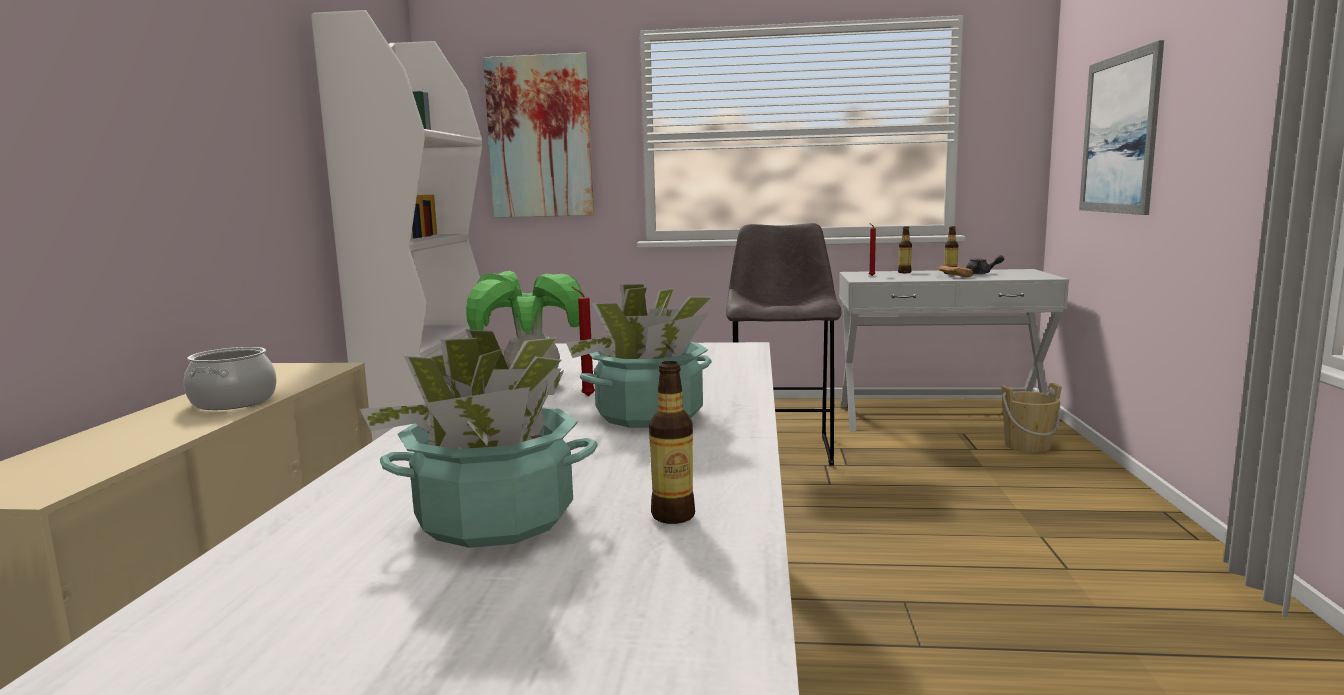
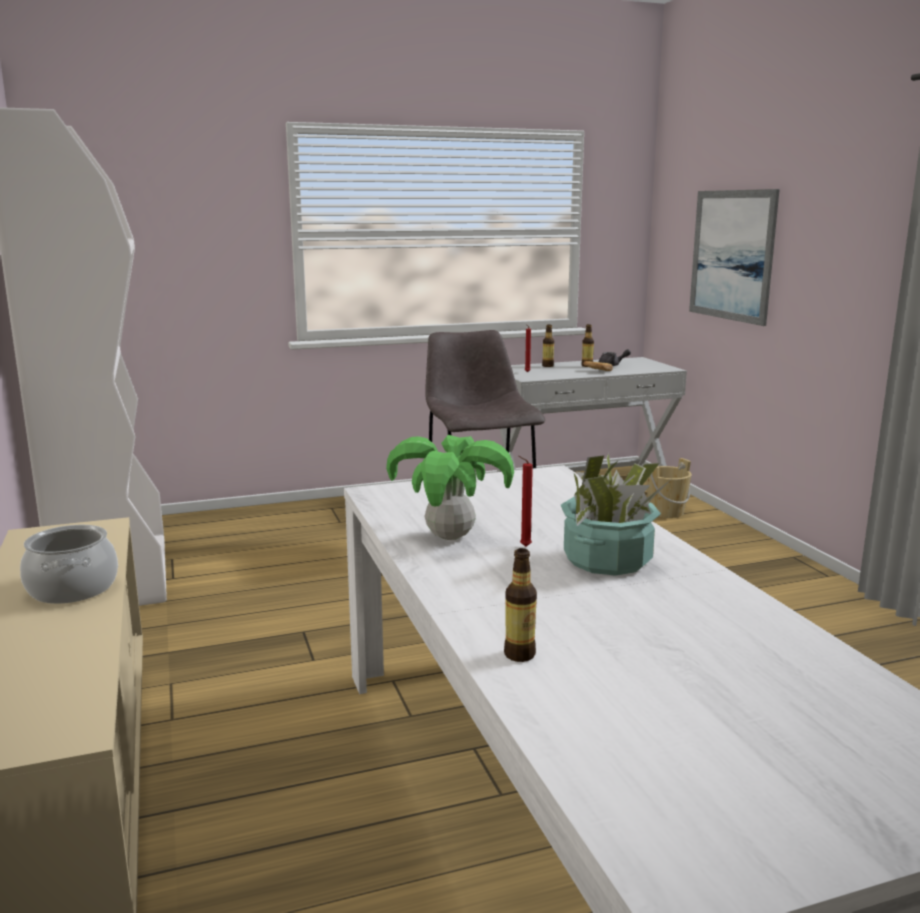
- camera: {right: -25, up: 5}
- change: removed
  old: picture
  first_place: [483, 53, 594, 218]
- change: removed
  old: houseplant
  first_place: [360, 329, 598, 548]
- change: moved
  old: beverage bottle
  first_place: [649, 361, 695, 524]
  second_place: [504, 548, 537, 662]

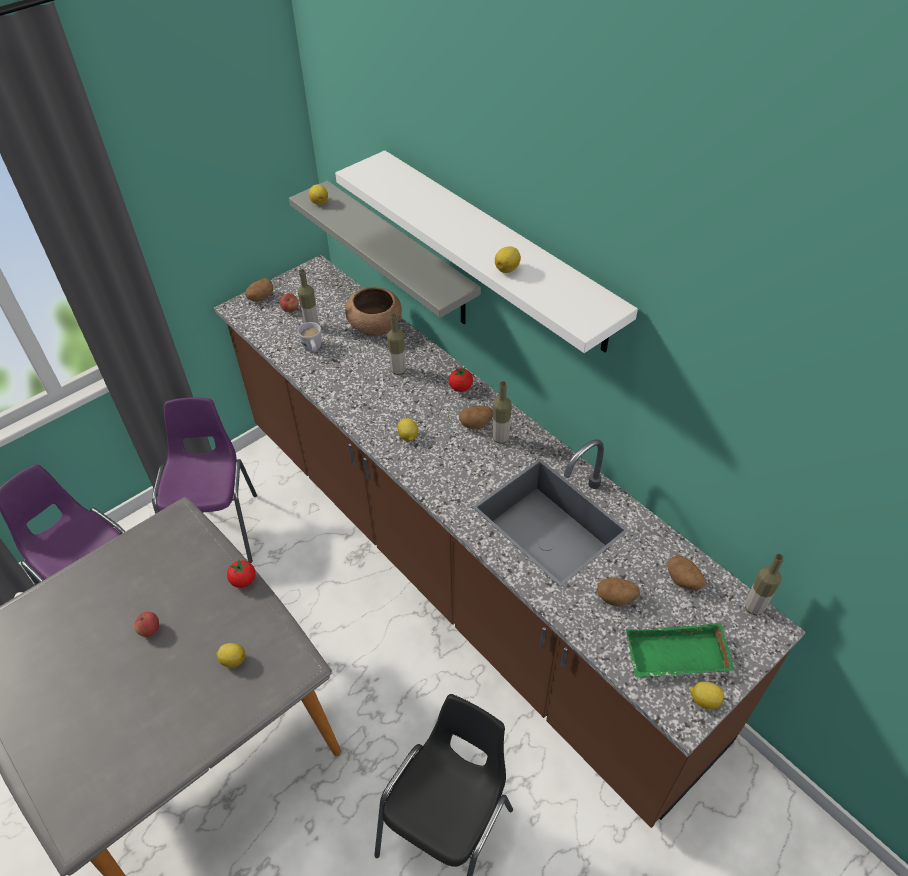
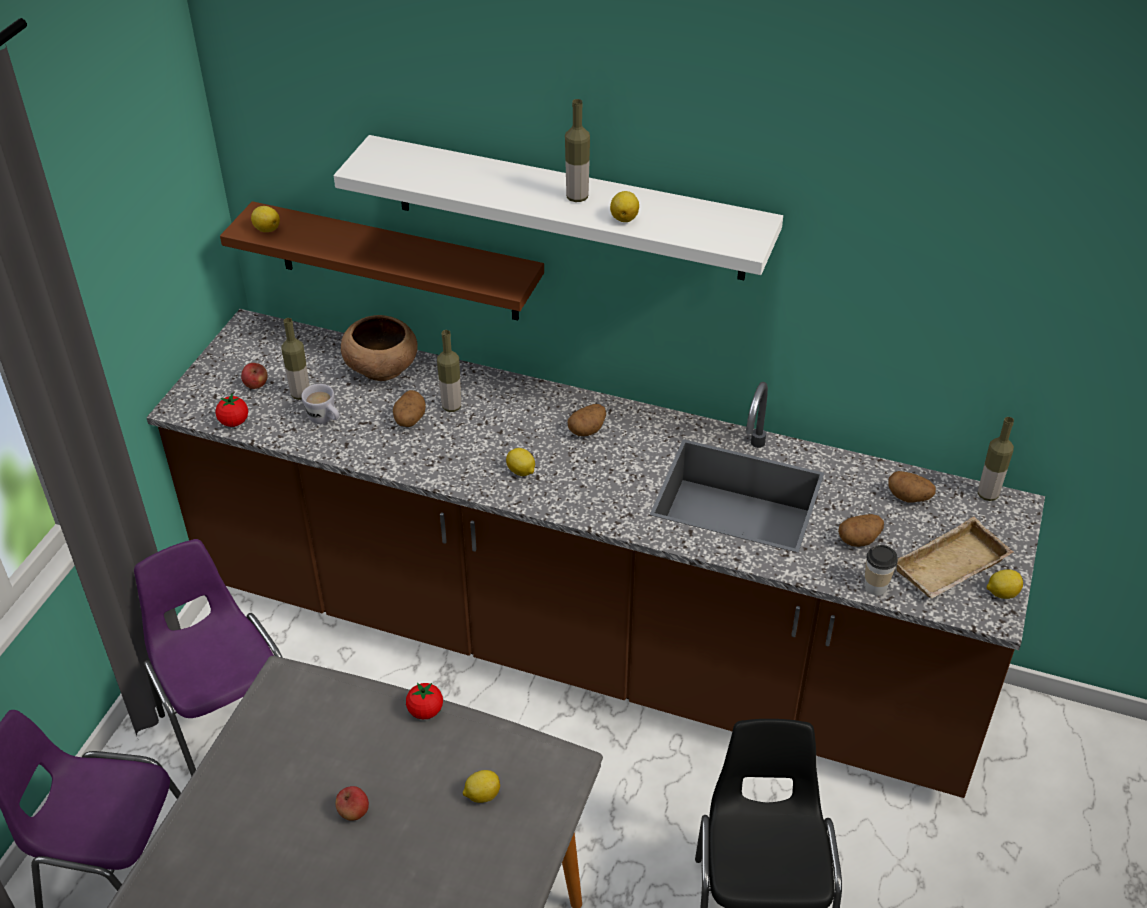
- camera: {right: -30, up: -5}
- change: recoloured
  old: wall shelf/greyish
  new: wall shelf/brown-coloured
  first_place: [289, 181, 481, 324]
  second_place: [220, 201, 544, 320]
- change: moved
  old: spud
  first_place: [246, 278, 273, 302]
  second_place: [393, 390, 426, 427]
- change: moved
  old: tomato
  first_place: [448, 368, 473, 392]
  second_place: [215, 394, 248, 427]
- change: moved
  old: beverage bottle
  first_place: [493, 381, 512, 444]
  second_place: [565, 99, 590, 202]
- change: recoloured
  old: serving tray/green-coloured
  new: serving tray/beige-coloured
  first_place: [626, 623, 735, 677]
  second_place: [897, 517, 1013, 598]
- change: added
  new: small cup
  second_place: [864, 545, 898, 595]

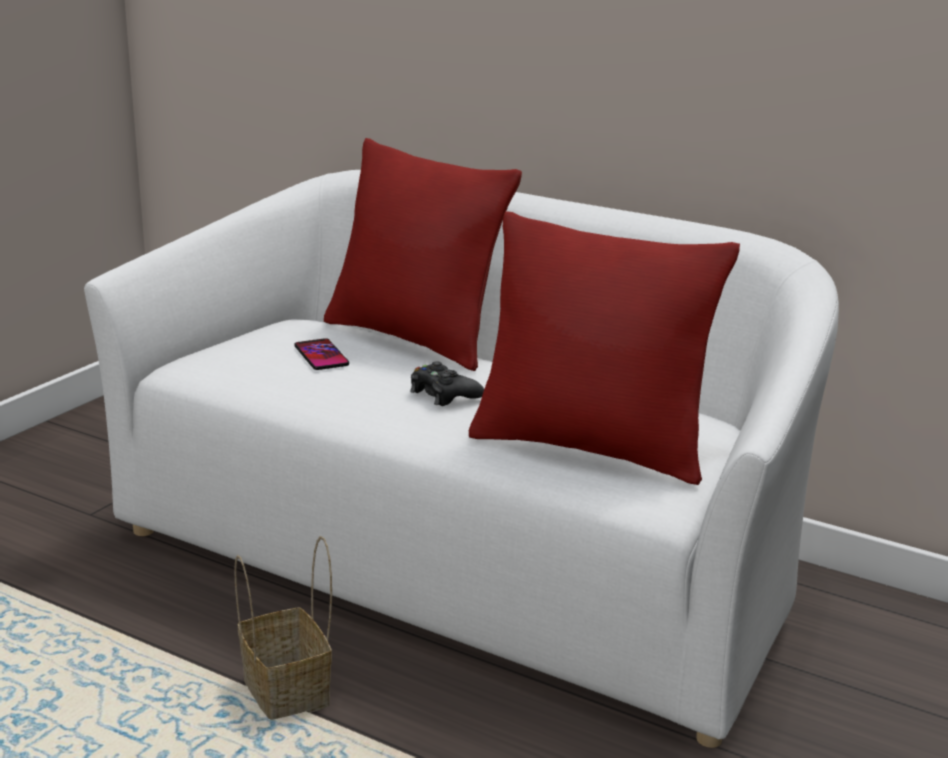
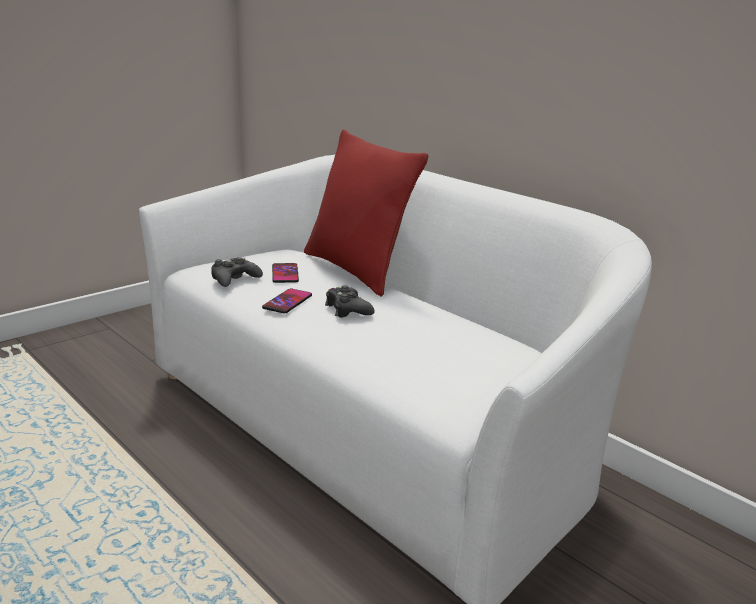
- camera: {right: 15, up: 0}
- change: removed
  old: pillow/red
  first_place: [469, 211, 740, 485]
- change: removed
  old: storage basket
  first_place: [234, 536, 332, 720]
- change: added
  new: game controller/black
  second_place: [211, 257, 263, 287]
- change: added
  new: telephone
  second_place: [262, 289, 312, 313]

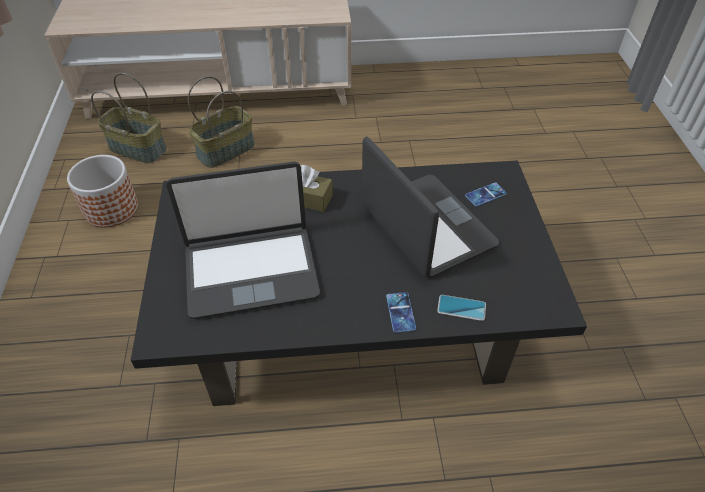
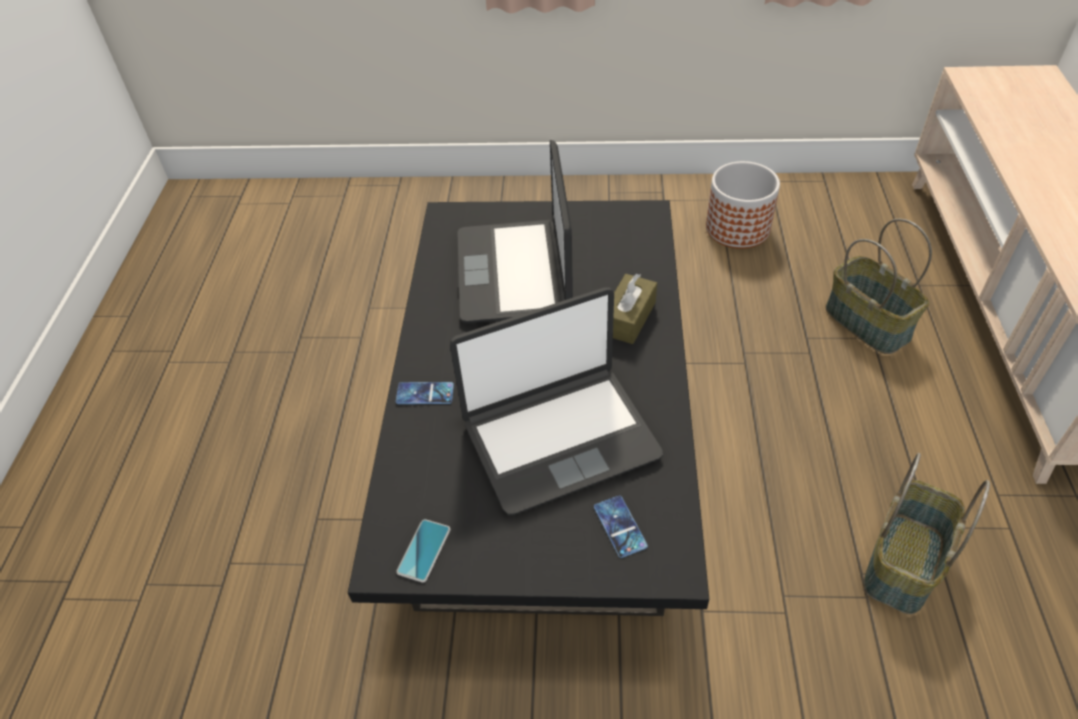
- camera: {right: 100, up: 0}
- change: moved
  old: storage basket
  first_place: [91, 73, 167, 163]
  second_place: [864, 453, 990, 614]
- change: moved
  old: telephone
  first_place: [437, 295, 486, 321]
  second_place: [396, 519, 451, 583]

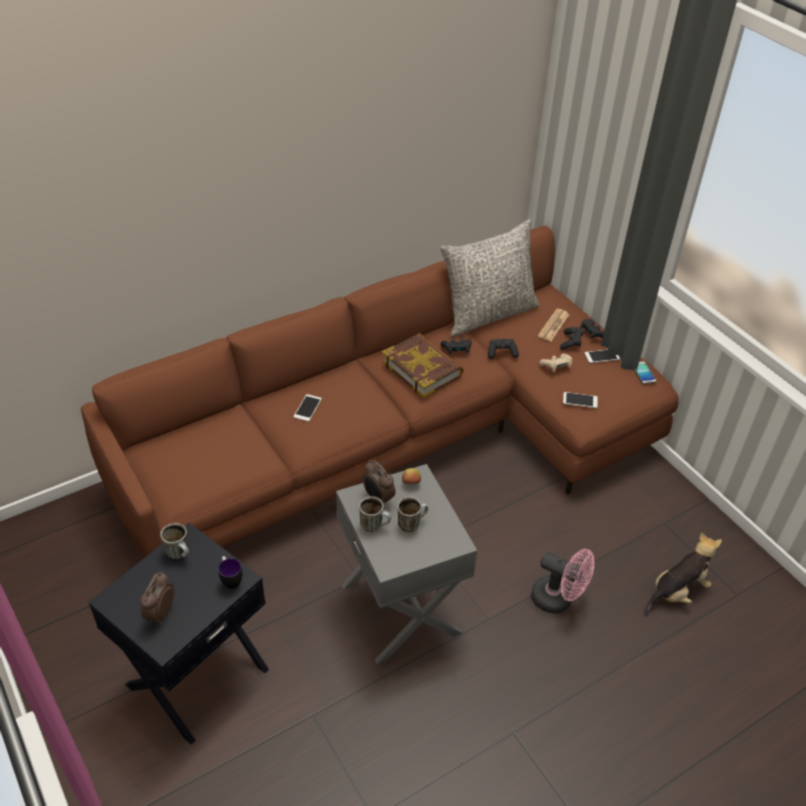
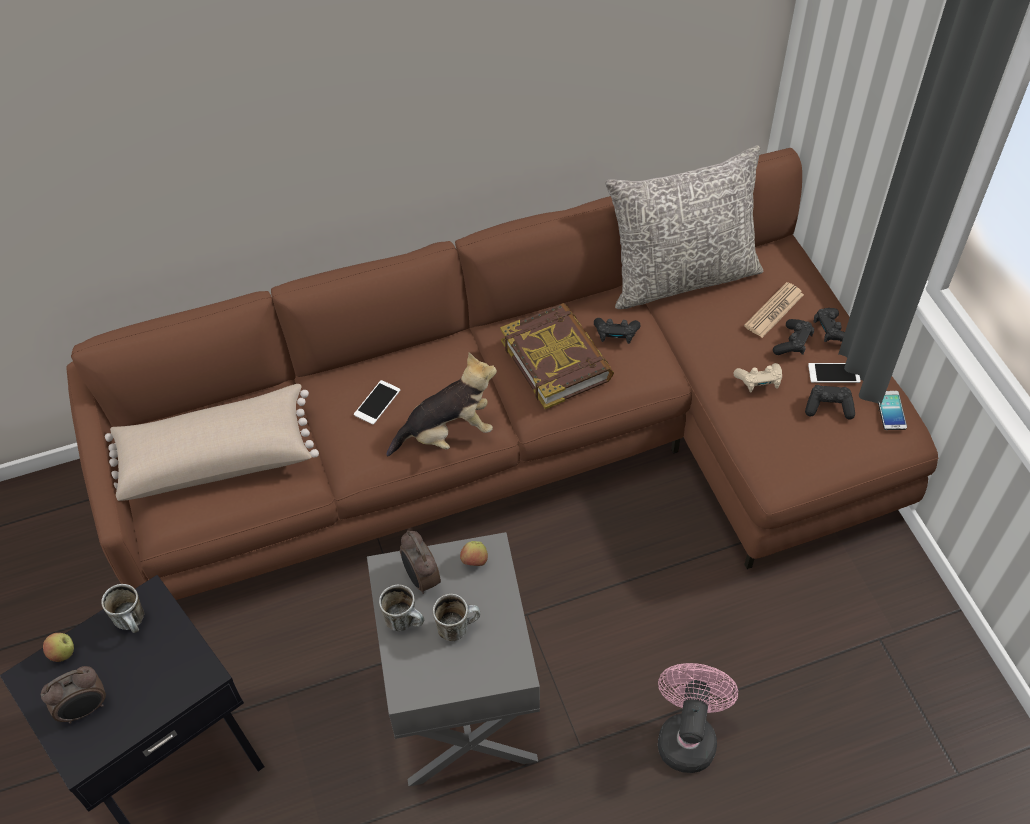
- camera: {right: 15, up: 10}
- change: moved
  old: game controller/black
  first_place: [488, 339, 519, 359]
  second_place: [805, 385, 855, 419]
- change: removed
  old: telephone
  first_place: [563, 392, 598, 408]
- change: moved
  old: soft toy
  first_place: [644, 532, 722, 615]
  second_place: [386, 353, 497, 456]
- change: turned
  old: electric fan/pinkish
  first_place: [531, 549, 594, 614]
  second_place: [658, 663, 738, 773]
  degrees: -120
- change: removed
  old: coffee mug
  first_place: [218, 556, 243, 589]
- change: turned
  old: alarm clock
  first_place: [140, 571, 174, 624]
  second_place: [41, 666, 106, 724]
  degrees: -150
- change: added
  new: pillow/beige-coloured
  second_place: [105, 384, 319, 501]
- change: added
  new: apple fruit
  second_place: [43, 633, 74, 662]

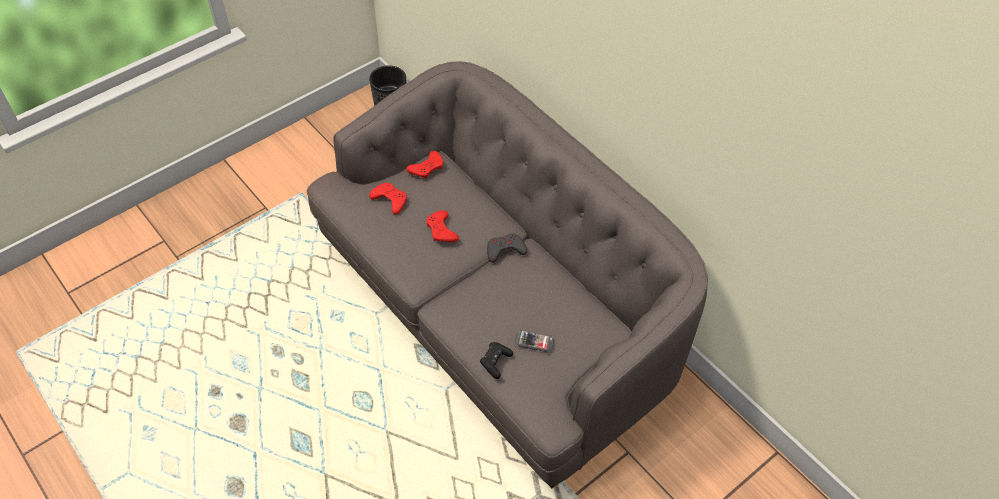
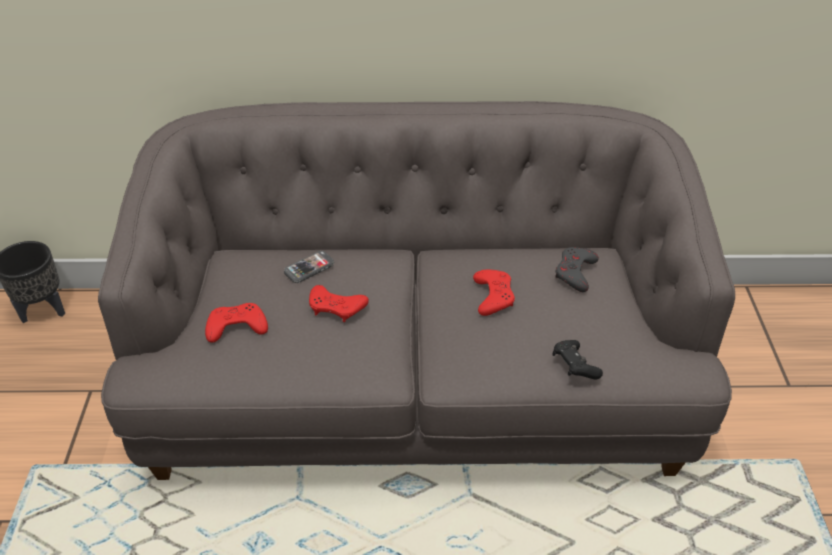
- camera: {right: -50, up: -10}
- change: moved
  old: game controller/red
  first_place: [406, 151, 443, 179]
  second_place: [473, 270, 515, 316]
- change: moved
  old: game controller/greyish
  first_place: [487, 234, 527, 263]
  second_place: [555, 247, 599, 292]
- change: moved
  old: telephone
  first_place: [515, 330, 554, 352]
  second_place: [284, 251, 334, 283]

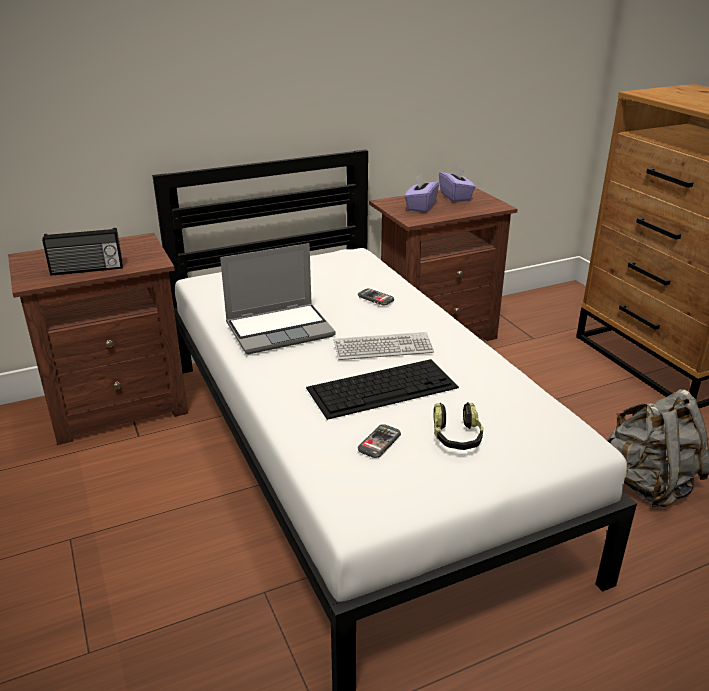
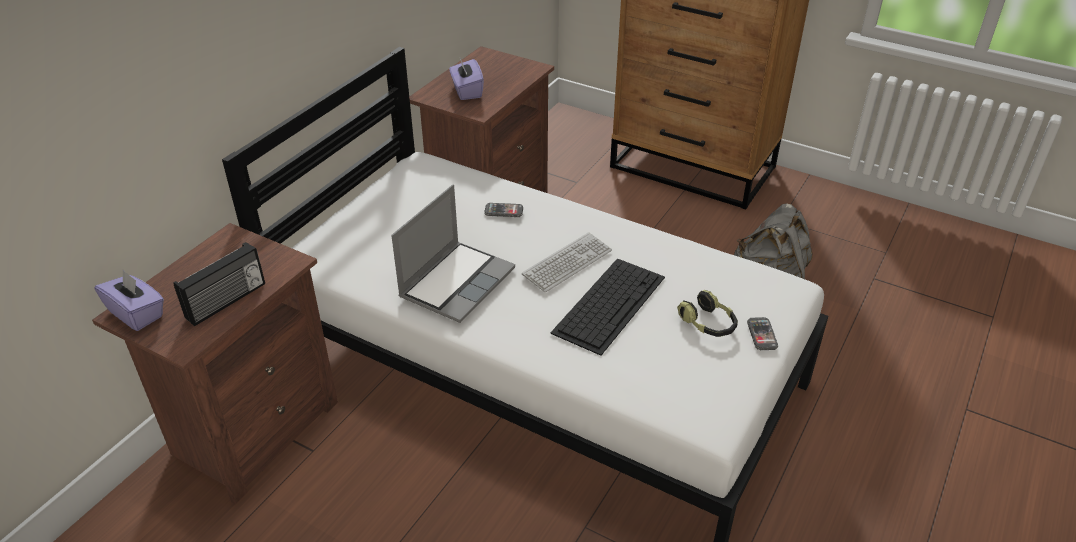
- camera: {right: -35, up: 10}
- change: moved
  old: box of tissues/purple
  first_place: [439, 165, 476, 202]
  second_place: [95, 270, 164, 331]
- change: moved
  old: telephone
  first_place: [358, 424, 401, 458]
  second_place: [747, 317, 778, 350]

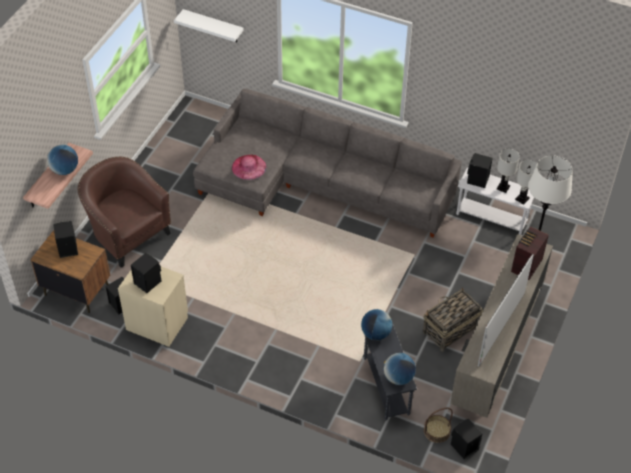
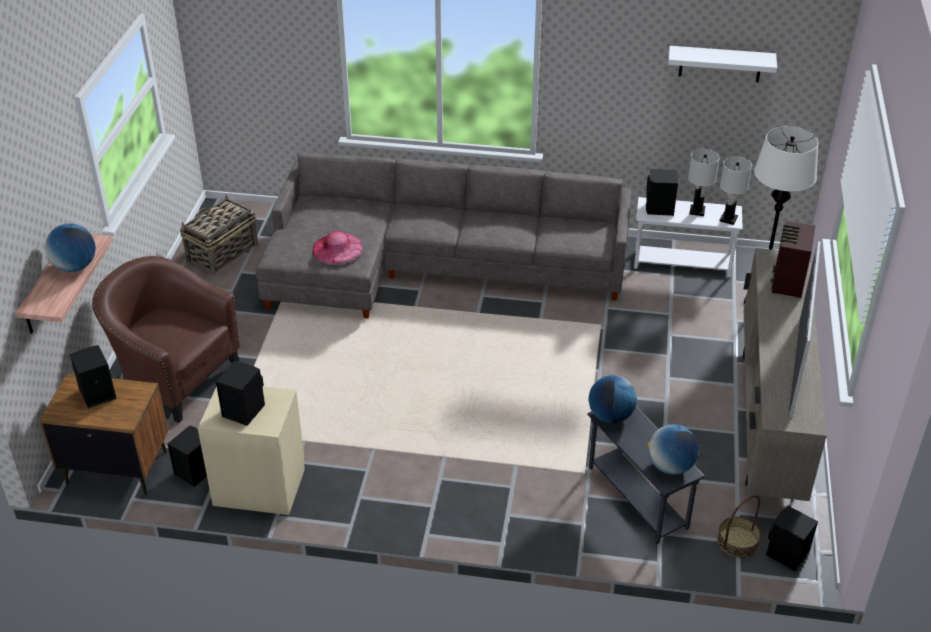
- camera: {right: -15, up: -10}
- change: moved
  old: wall shelf/whitish
  first_place: [174, 9, 244, 42]
  second_place: [668, 46, 777, 82]
- change: moved
  old: storage basket
  first_place: [423, 288, 483, 352]
  second_place: [180, 195, 259, 275]

